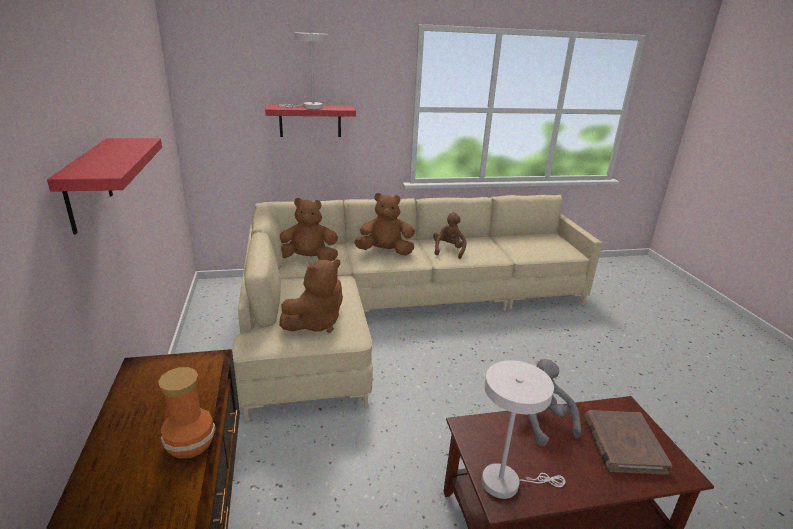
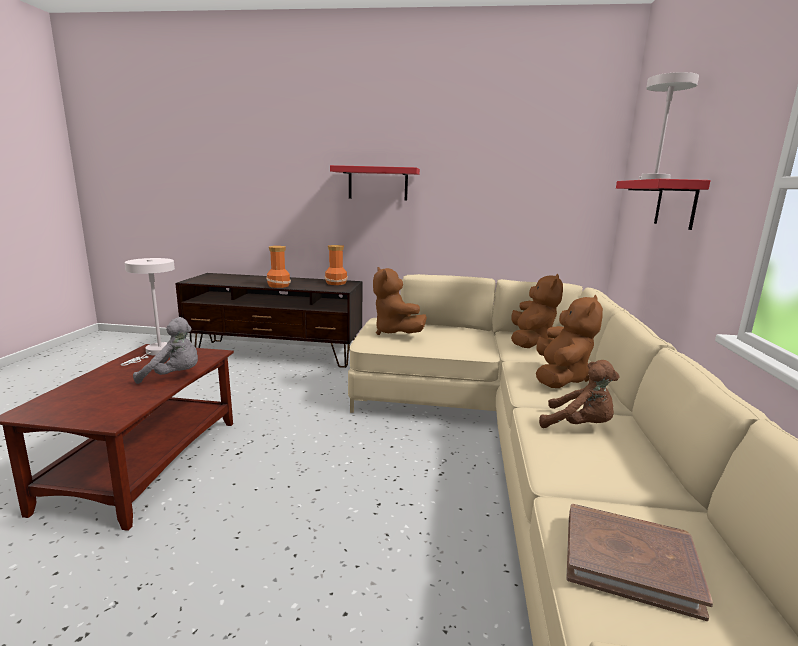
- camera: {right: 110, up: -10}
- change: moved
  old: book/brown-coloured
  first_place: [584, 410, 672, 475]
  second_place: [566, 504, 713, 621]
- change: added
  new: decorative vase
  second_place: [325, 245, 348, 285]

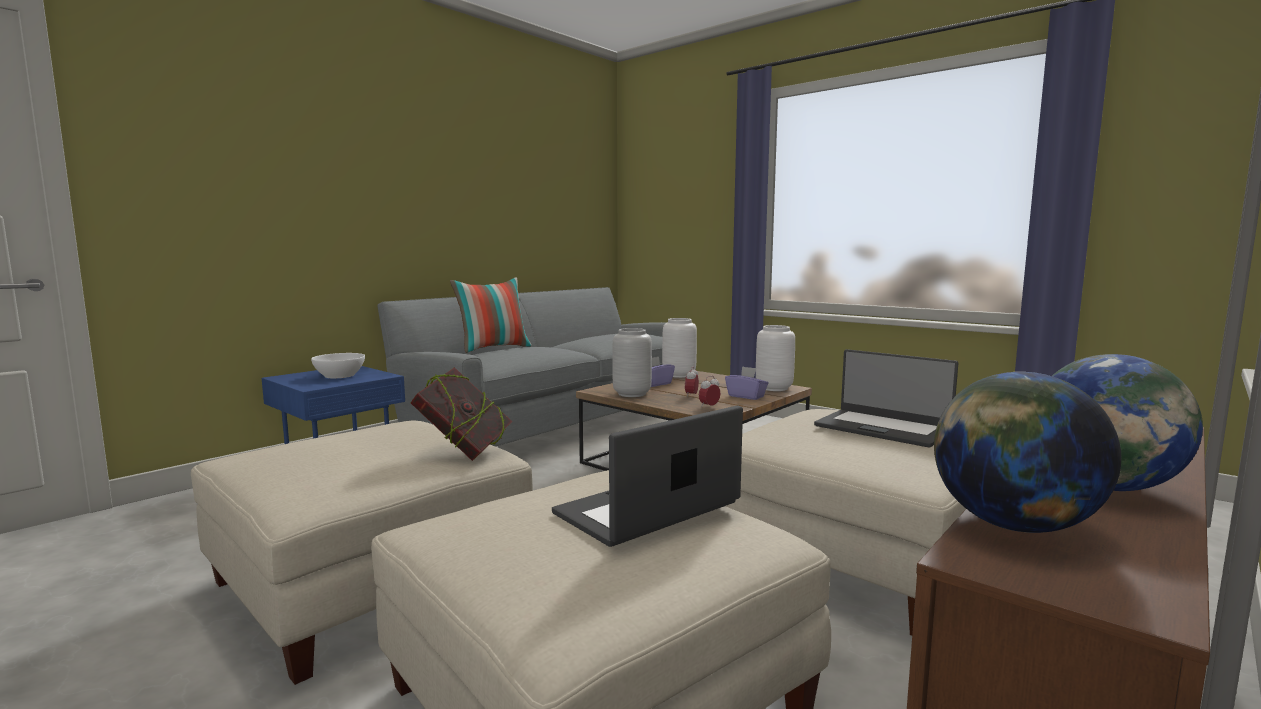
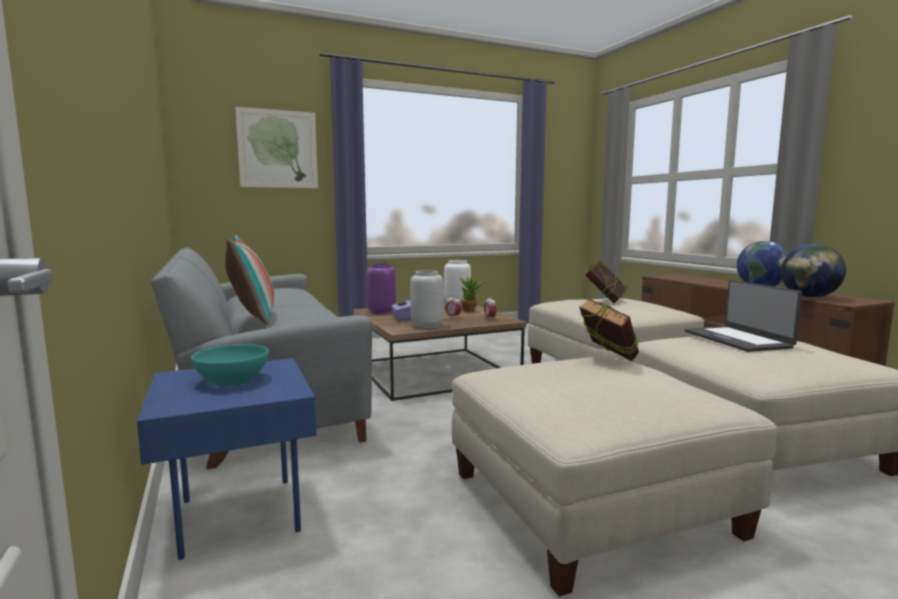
- camera: {right: -65, up: 0}
- change: recoloured
  old: decorative vase/whitish
  new: decorative vase/purple
  first_place: [662, 318, 697, 378]
  second_place: [366, 263, 396, 314]
- change: replaced
  old: laptop
  new: book
  first_place: [814, 349, 958, 447]
  second_place: [585, 261, 628, 303]
- change: recoloured
  old: serving bowl/whitish
  new: serving bowl/blue-green
  first_place: [311, 353, 365, 378]
  second_place: [191, 344, 269, 386]
- change: replaced
  old: box of tissues/purple
  new: houseplant
  first_place: [725, 366, 768, 400]
  second_place: [460, 276, 486, 312]
- change: added
  new: picture
  second_place: [235, 107, 318, 188]

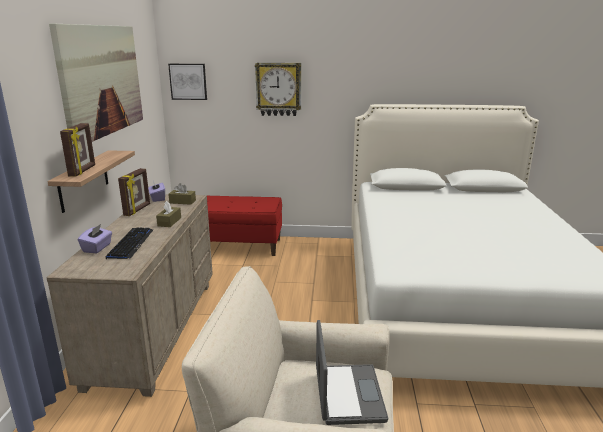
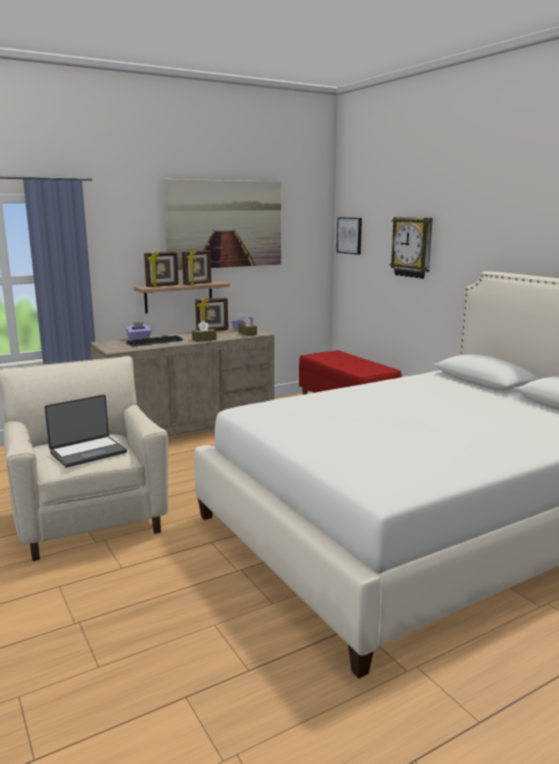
- camera: {right: 55, up: -5}
- change: added
  new: photo frame
  second_place: [182, 250, 211, 285]

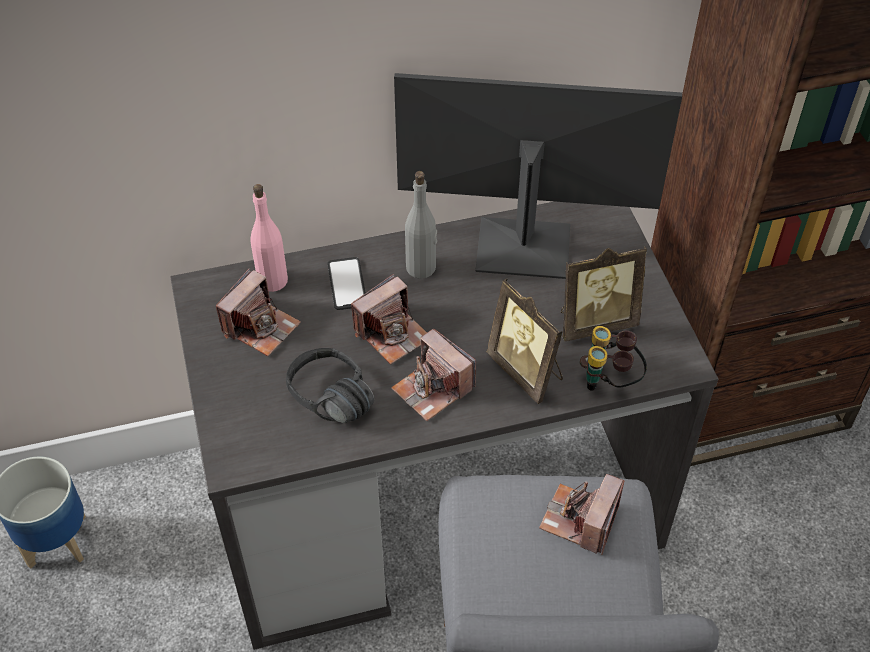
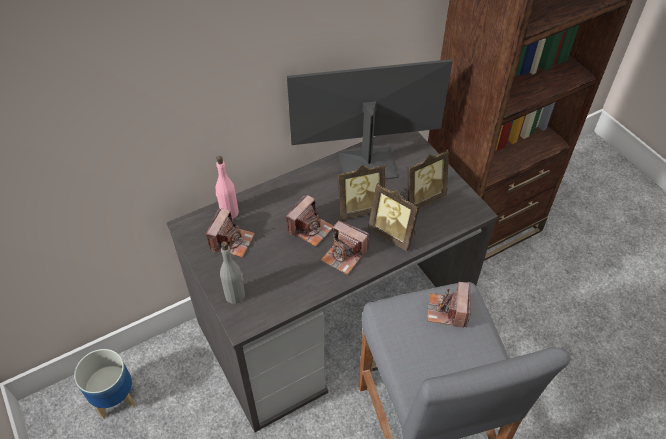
- camera: {right: -15, up: 0}
- change: moved
  old: beverage bottle/greyish
  first_place: [405, 171, 437, 279]
  second_place: [220, 241, 245, 304]
- change: removed
  old: telephone
  first_place: [327, 257, 366, 310]
- change: removed
  old: pair of binoculars
  first_place: [580, 326, 647, 391]
- change: removed
  old: headphones/black
  first_place: [286, 348, 374, 423]
- change: added
  new: photo frame
  second_place: [338, 164, 386, 220]

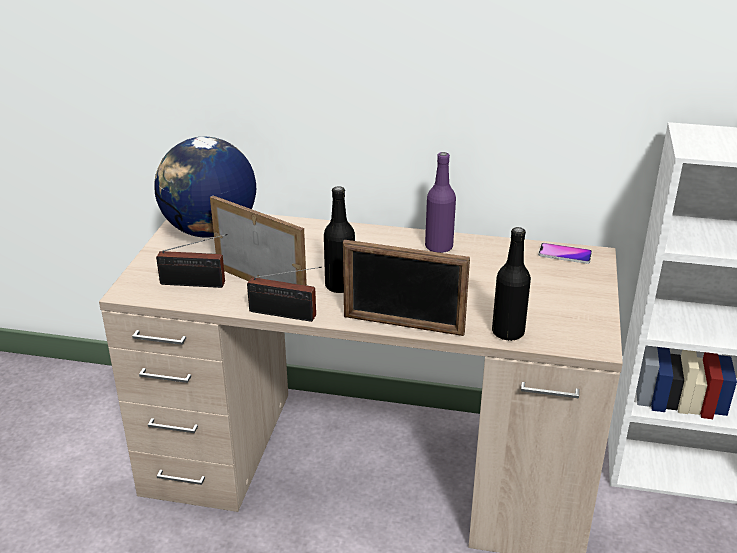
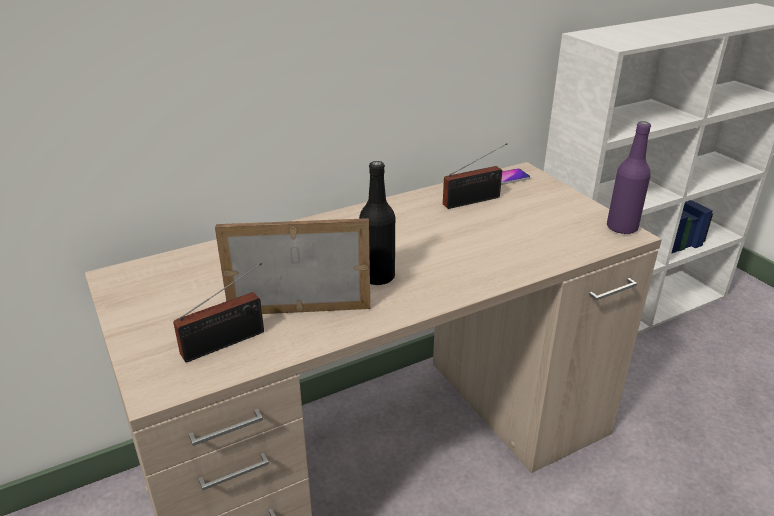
- camera: {right: -40, up: 0}
- change: removed
  old: globe
  first_place: [155, 137, 256, 238]
- change: moved
  old: beverage bottle/purple
  first_place: [425, 152, 456, 253]
  second_place: [607, 121, 651, 235]
- change: removed
  old: beverage bottle/black
  first_place: [492, 227, 531, 341]
- change: removed
  old: photo frame
  first_place: [343, 240, 470, 336]
- change: moved
  old: radio receiver
  first_place: [247, 267, 322, 322]
  second_place: [443, 143, 507, 209]

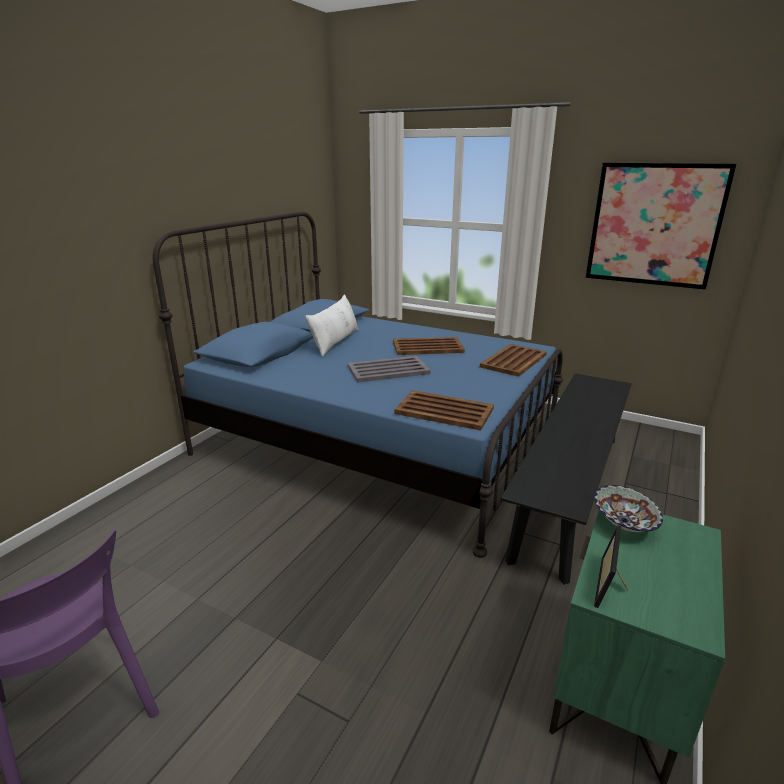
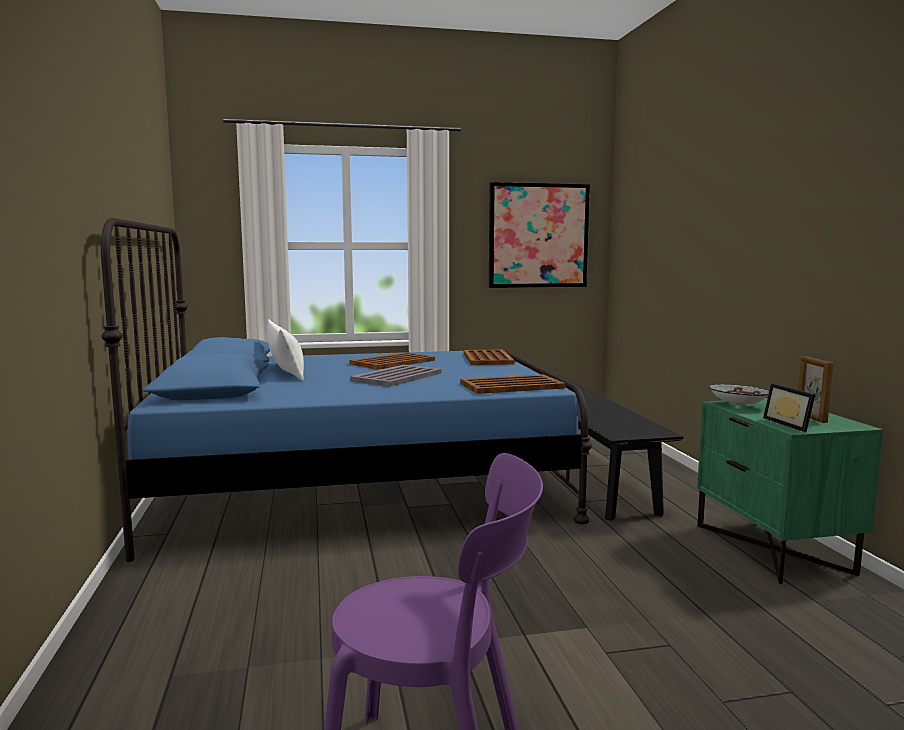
- camera: {right: -40, up: -15}
- change: added
  new: photo frame
  second_place: [798, 356, 833, 423]

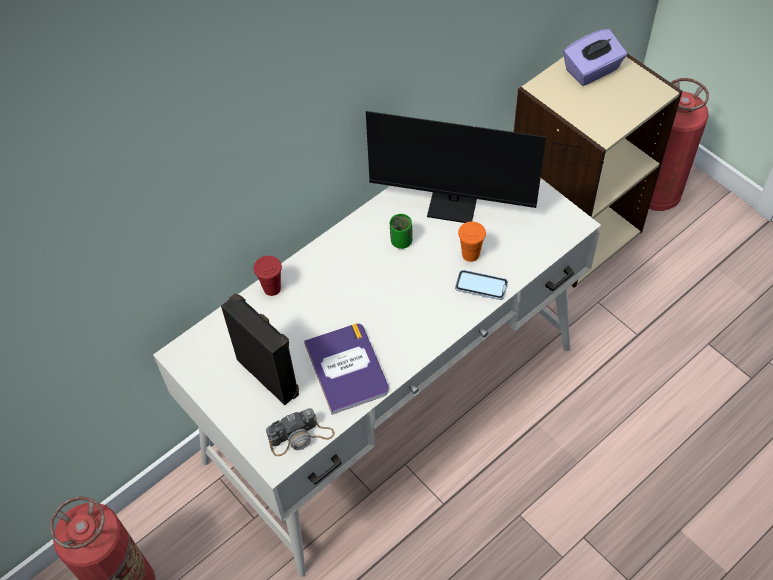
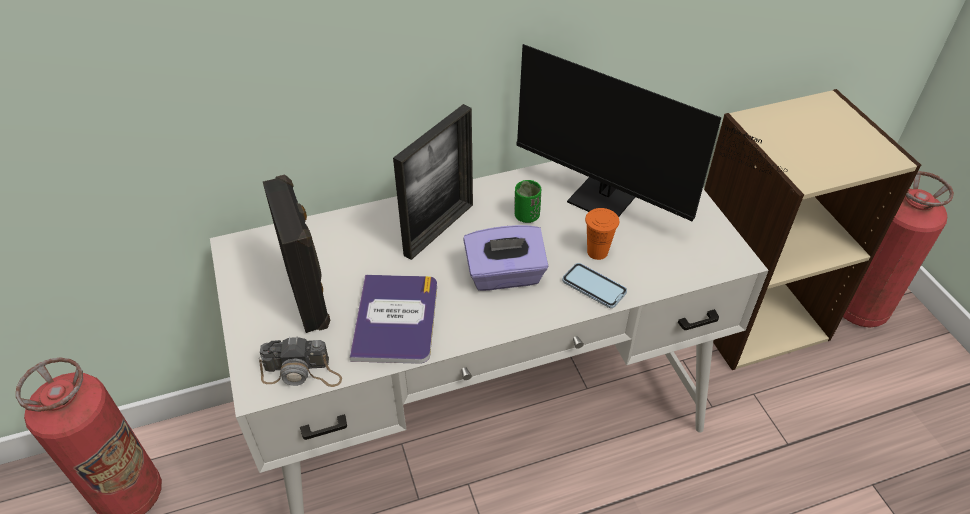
- camera: {right: 20, up: -10}
- change: moved
  old: box of tissues/purple
  first_place: [563, 29, 627, 86]
  second_place: [463, 225, 549, 291]
- change: removed
  old: small cup/red
  first_place: [254, 256, 282, 296]
- change: added
  new: photo frame
  second_place: [393, 104, 473, 260]

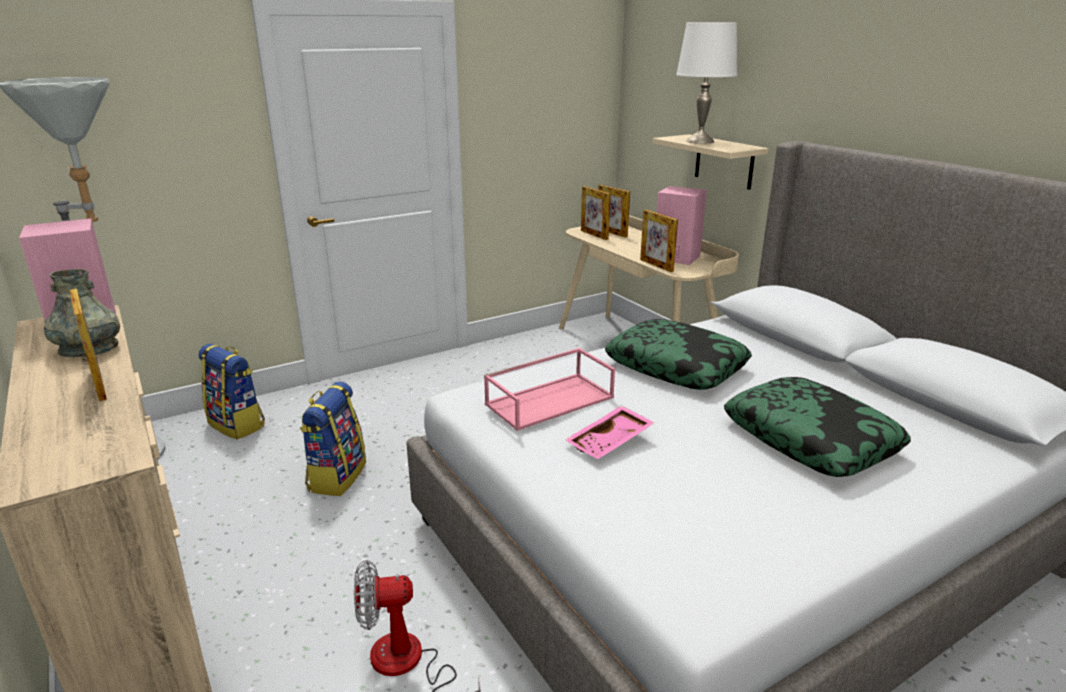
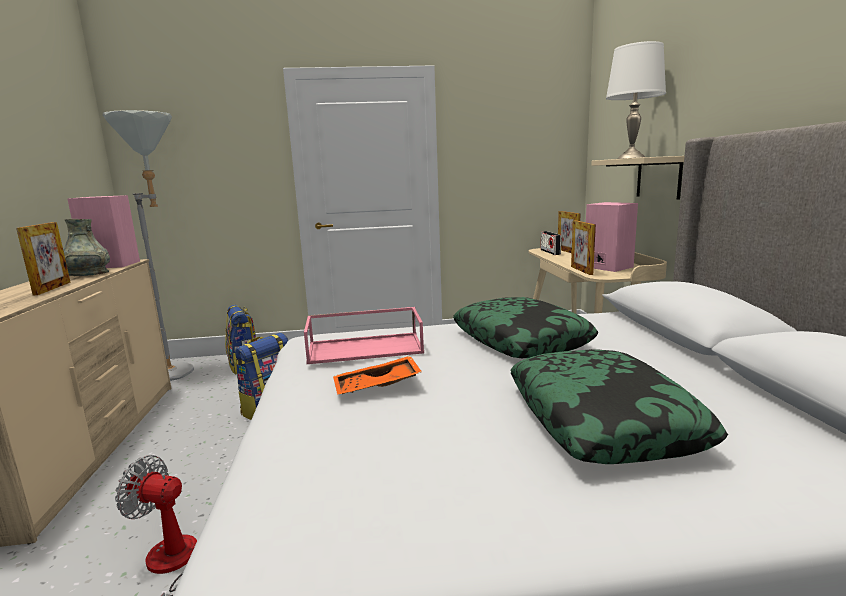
- camera: {right: 25, up: -10}
- change: replaced
  old: photo frame
  new: radio receiver
  first_place: [581, 186, 611, 240]
  second_place: [541, 231, 561, 255]
- change: recoloured
  old: serving tray/pinkish
  new: serving tray/orange-coloured
  first_place: [565, 406, 655, 459]
  second_place: [333, 356, 422, 395]

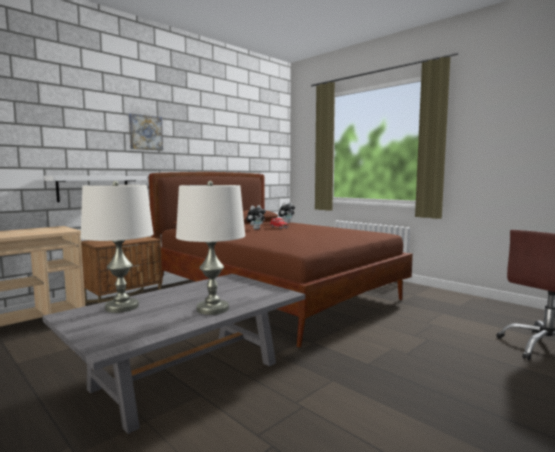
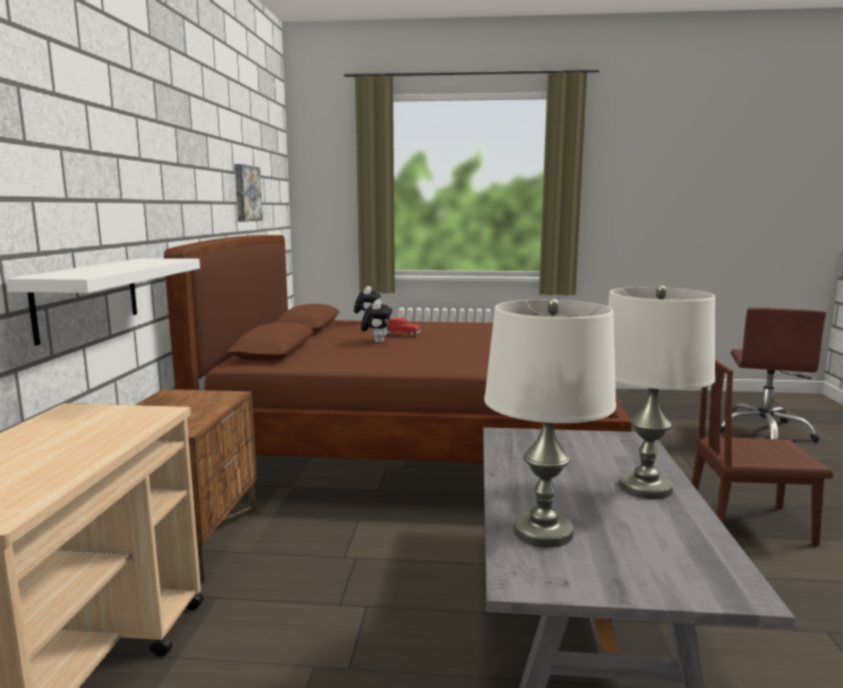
- camera: {right: -40, up: 5}
- change: moved
  old: picture
  first_place: [129, 113, 163, 151]
  second_place: [234, 164, 263, 222]
- change: added
  new: plain chair/brown-coloured
  second_place: [692, 359, 833, 546]

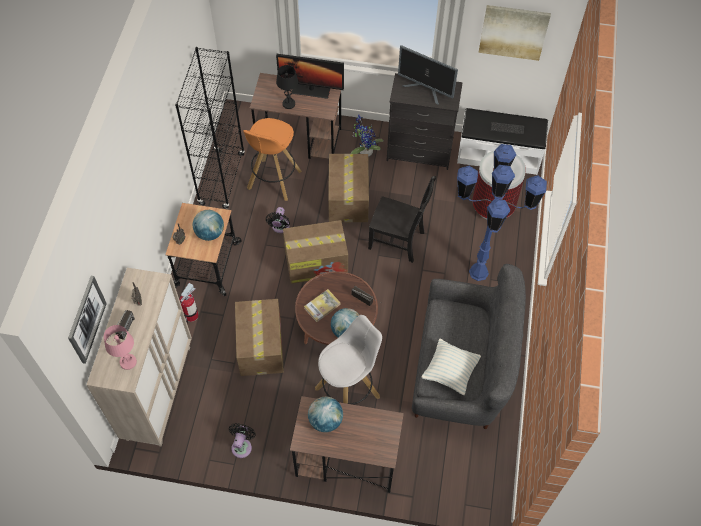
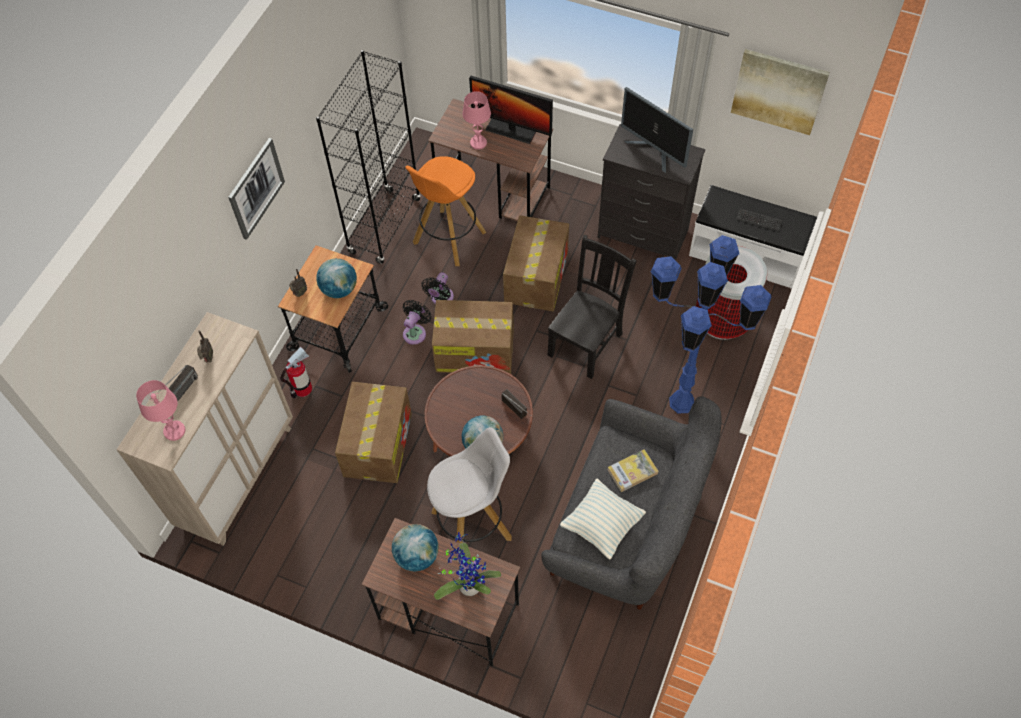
- camera: {right: 15, up: 0}
- change: recoloured
  old: tabletop lamp/black
  new: tabletop lamp/pinkish
  first_place: [276, 65, 298, 109]
  second_place: [463, 91, 491, 150]
- change: moved
  old: houseplant
  first_place: [350, 115, 384, 157]
  second_place: [434, 532, 501, 600]
- change: turned
  old: plain chair/black
  first_place: [368, 176, 436, 263]
  second_place: [548, 235, 636, 379]
  degrees: -90
- change: moved
  old: picture
  first_place: [68, 276, 107, 364]
  second_place: [228, 138, 285, 240]
- change: moved
  old: book
  first_place: [304, 289, 341, 322]
  second_place: [607, 449, 658, 492]
- change: moved
  old: electric fan/black
  first_place: [229, 423, 255, 458]
  second_place: [403, 300, 432, 345]

